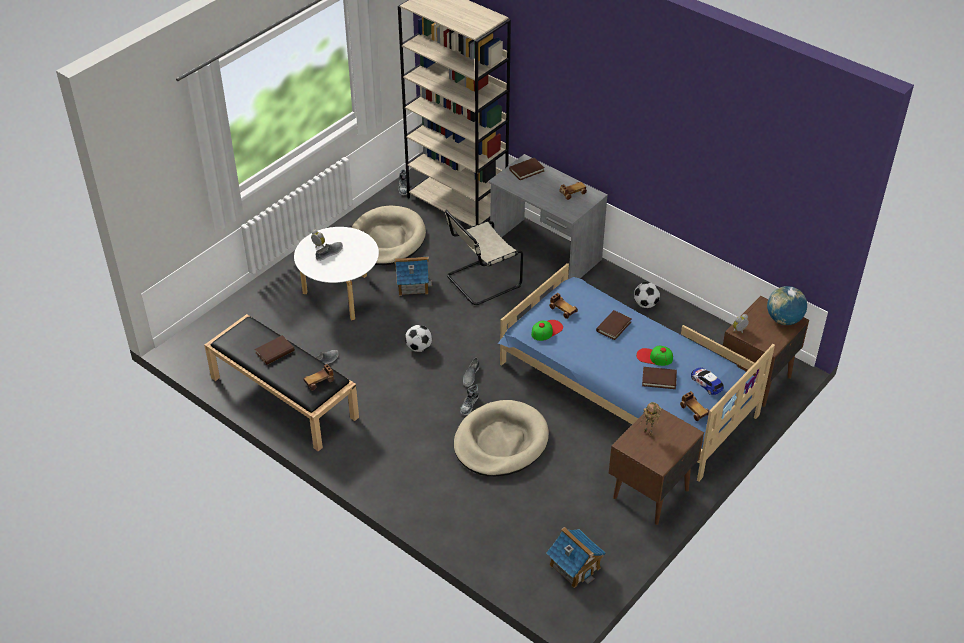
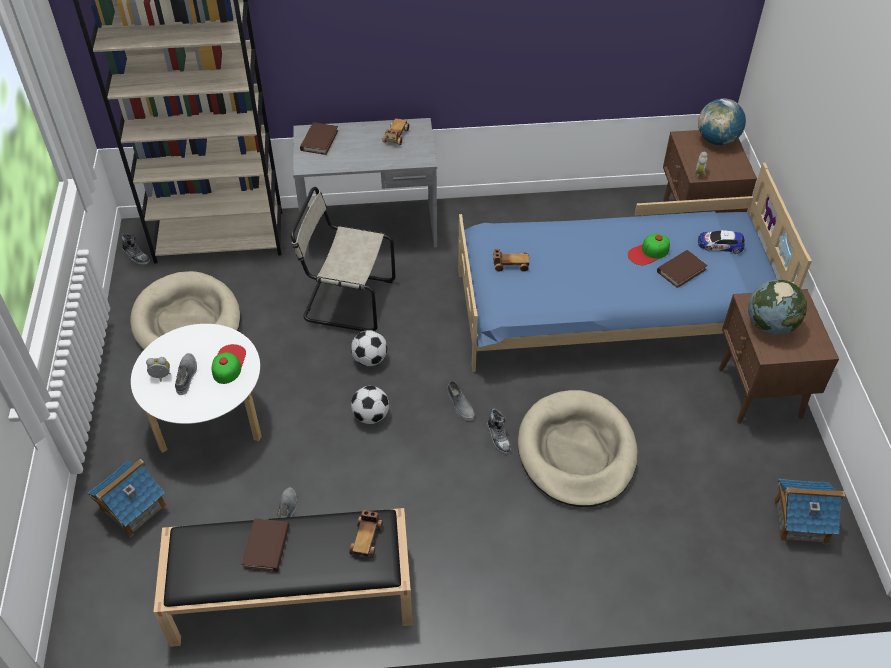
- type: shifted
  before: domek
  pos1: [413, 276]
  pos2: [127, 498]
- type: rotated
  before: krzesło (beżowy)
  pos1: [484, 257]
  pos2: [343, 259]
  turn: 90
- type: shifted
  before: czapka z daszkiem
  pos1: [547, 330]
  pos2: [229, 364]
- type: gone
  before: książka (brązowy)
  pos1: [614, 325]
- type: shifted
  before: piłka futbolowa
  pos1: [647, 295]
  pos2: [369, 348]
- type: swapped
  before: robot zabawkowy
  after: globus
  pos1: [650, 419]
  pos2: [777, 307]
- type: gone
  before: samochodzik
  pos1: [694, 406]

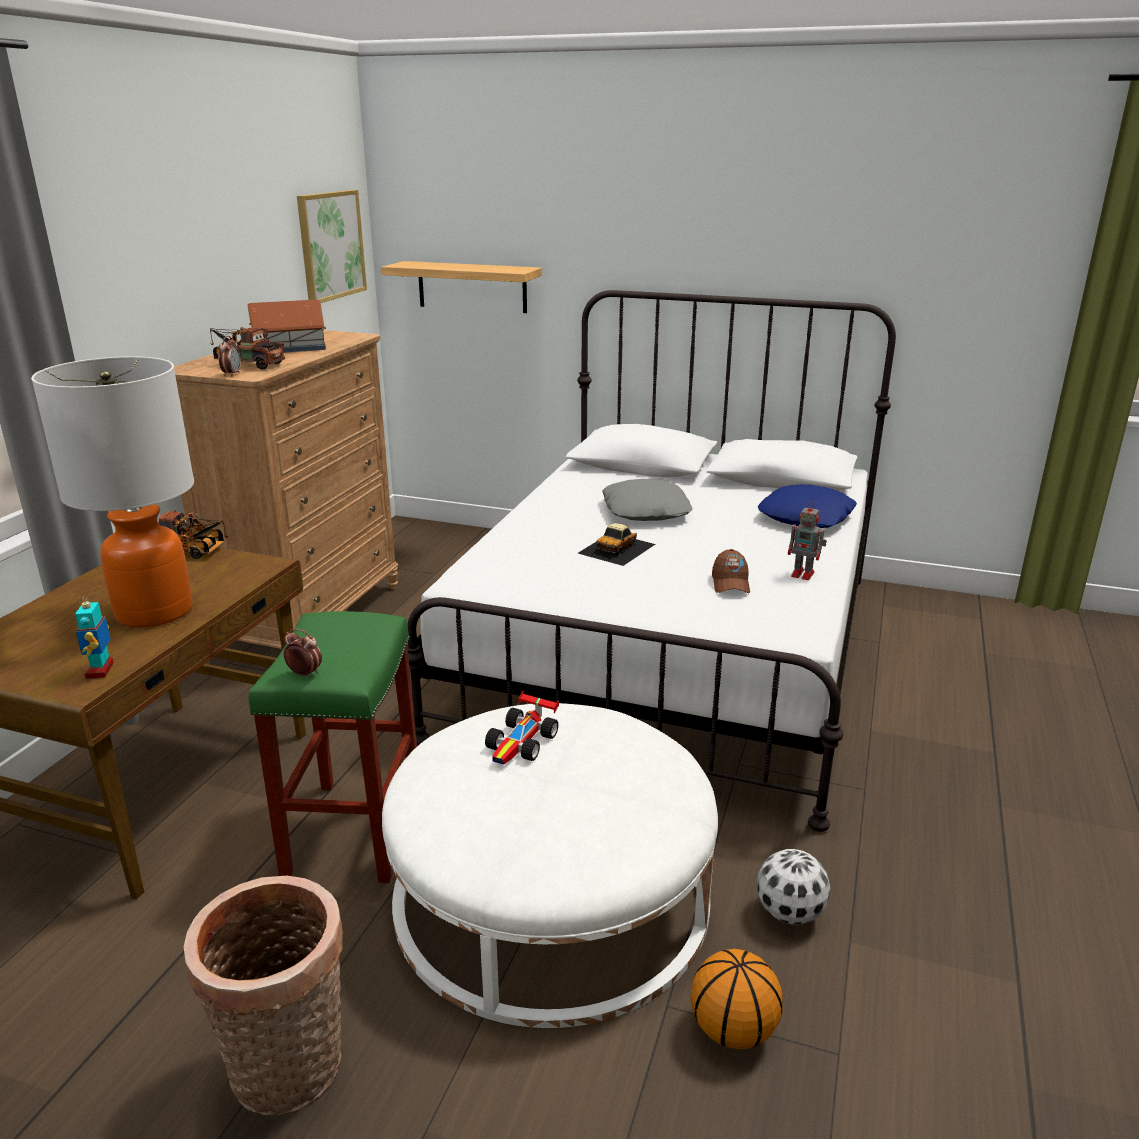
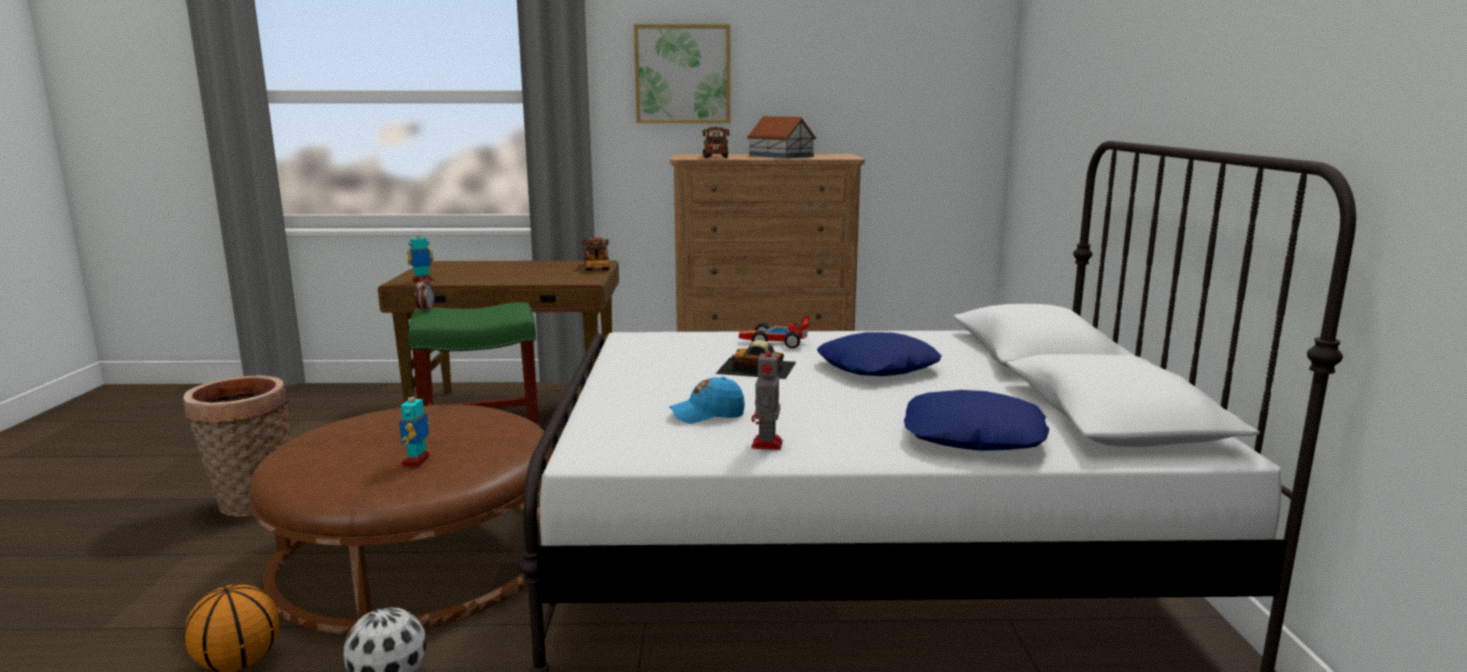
- type: gone
  before: lampa stołowa
  pos1: [112, 492]
- type: gone
  before: budzik
  pos1: [230, 356]
- type: shifted
  before: obraz
  pos1: [332, 246]
  pos2: [682, 73]
- type: gone
  before: półka
  pos1: [461, 287]
- type: repainted
  before: pufa (biały)
  after: pufa (brązowy)
  pos1: [550, 865]
  pos2: [401, 519]
- type: shifted
  before: samochodzik
  pos1: [522, 728]
  pos2: [774, 332]
- type: repainted
  before: poduszka (szary)
  after: poduszka (niebieski)
  pos1: [647, 500]
  pos2: [879, 354]
- type: repainted
  before: czapka z daszkiem (brązowy)
  after: czapka z daszkiem (niebieski)
  pos1: [731, 571]
  pos2: [707, 400]
- type: new
  after: robot zabawkowy
  pos2: [414, 428]

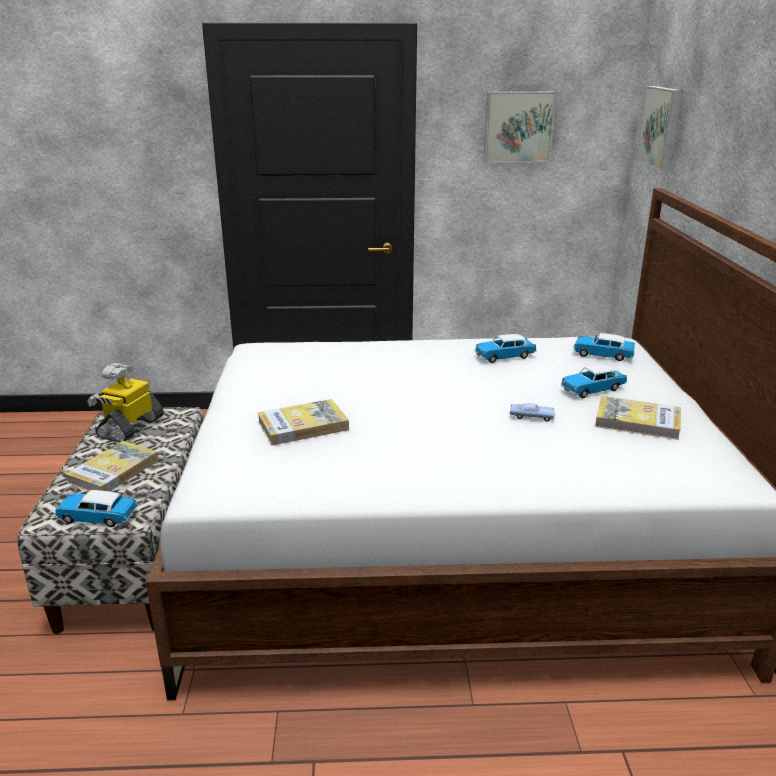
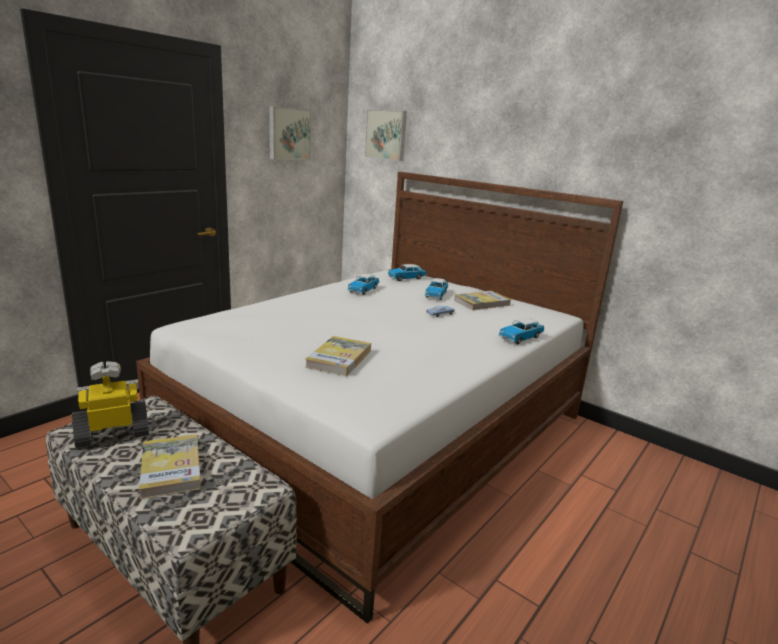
- type: shifted
  before: samochodzik
  pos1: [96, 508]
  pos2: [521, 331]
- type: rotated
  before: robot zabawkowy
  pos1: [125, 402]
  pos2: [110, 404]
  turn: 90

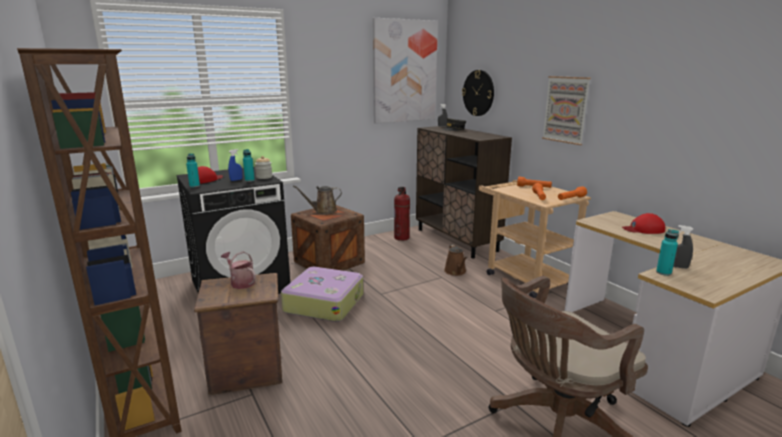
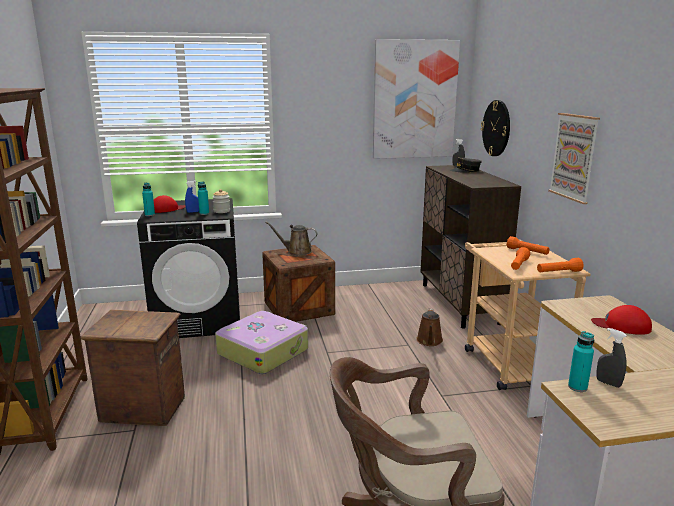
- type: gone
  before: konewka
  pos1: [238, 270]
- type: gone
  before: gaśnica
  pos1: [402, 214]

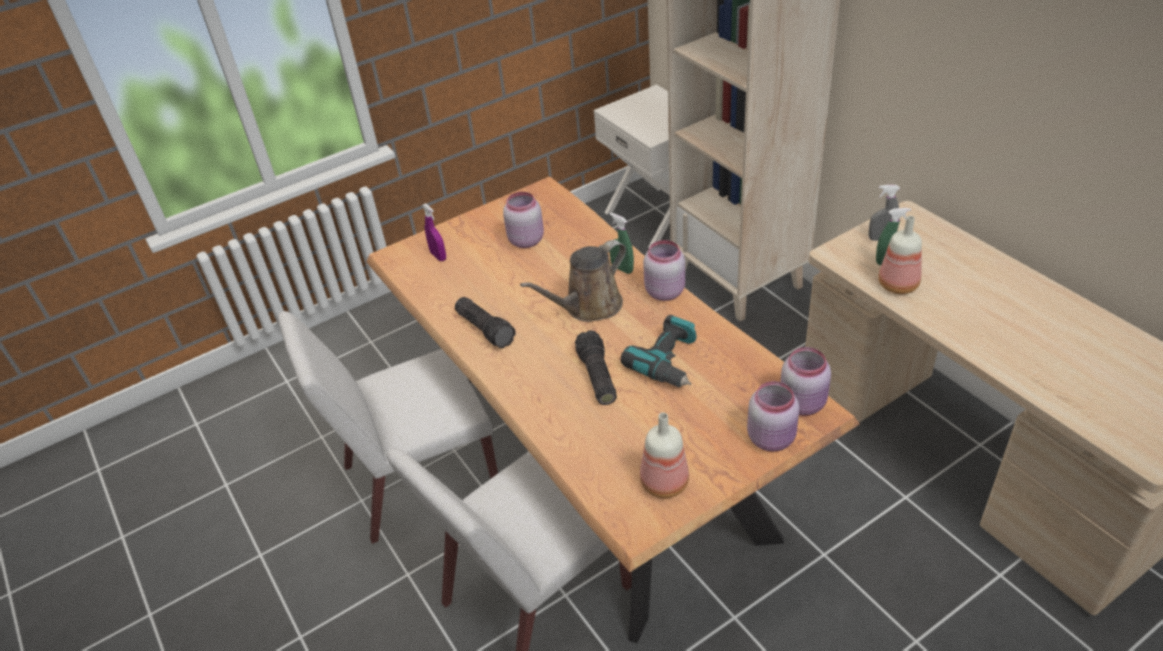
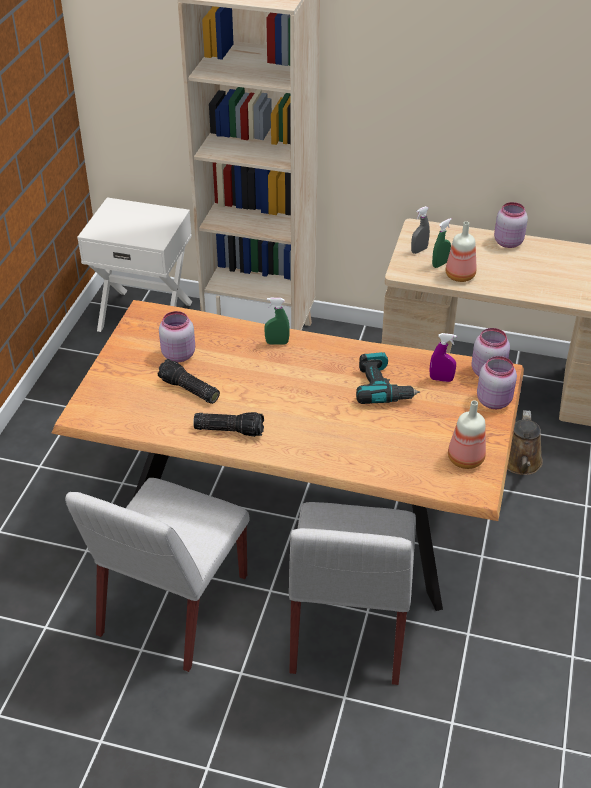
- type: shifted
  before: spryskiwacz (fioletowy)
  pos1: [434, 232]
  pos2: [443, 357]
- type: shifted
  before: konewka (brązowy)
  pos1: [573, 281]
  pos2: [525, 442]
- type: shifted
  before: latarka
  pos1: [596, 367]
  pos2: [189, 381]
- type: shifted
  before: słoik (różowy)
  pos1: [664, 270]
  pos2: [511, 225]

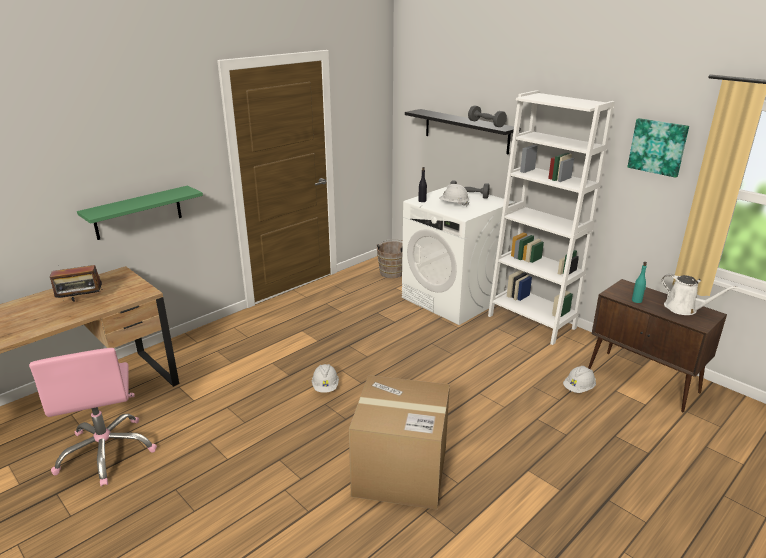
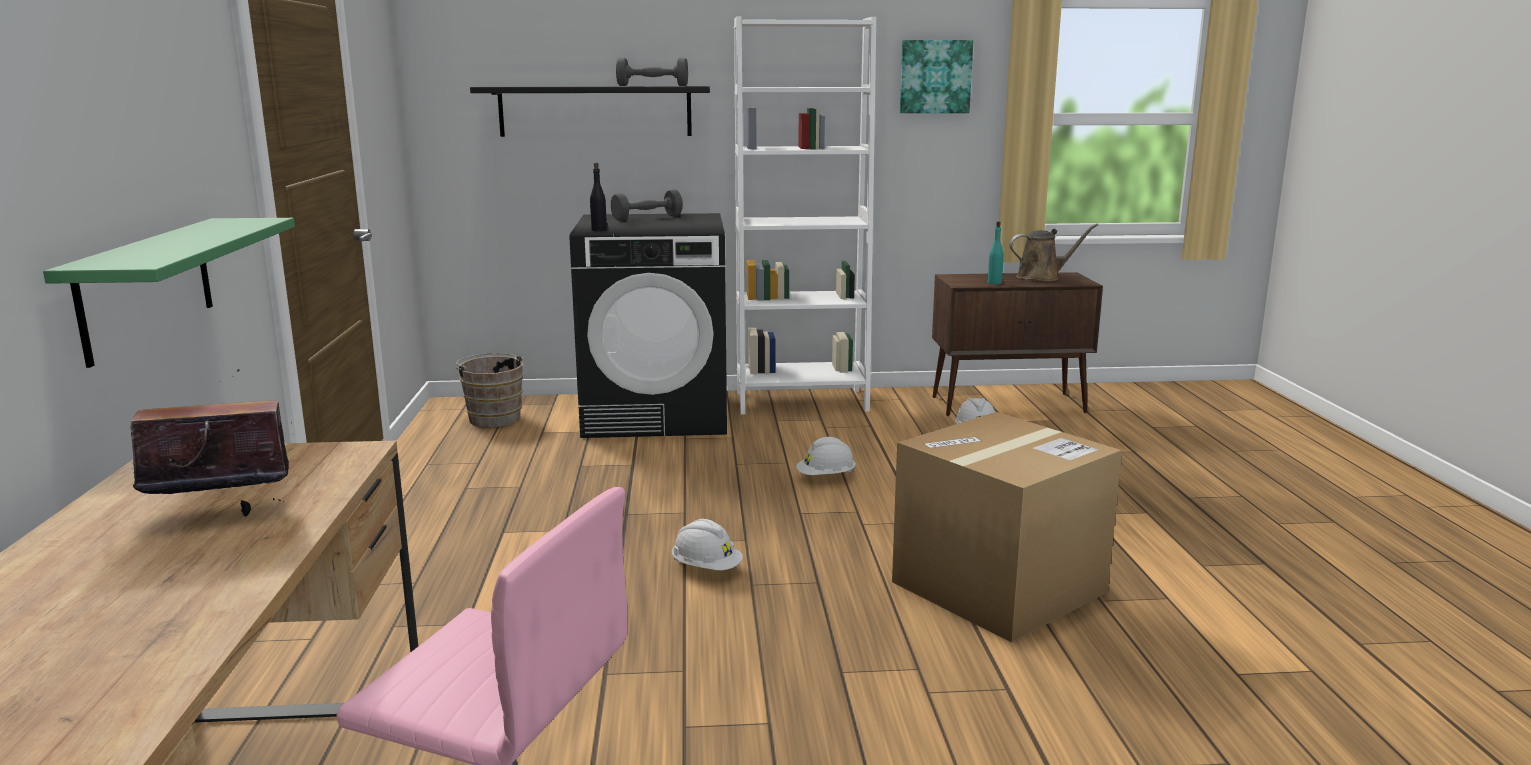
- type: rotated
  before: radio
  pos1: [76, 283]
  pos2: [210, 442]
  turn: -135
- type: repainted
  before: pralka (biały)
  after: pralka (czarny)
  pos1: [458, 256]
  pos2: [648, 325]
- type: shifted
  before: kask (biały)
  pos1: [454, 195]
  pos2: [826, 456]
- type: repainted
  before: konewka (biały)
  after: konewka (brązowy)
  pos1: [699, 294]
  pos2: [1053, 252]

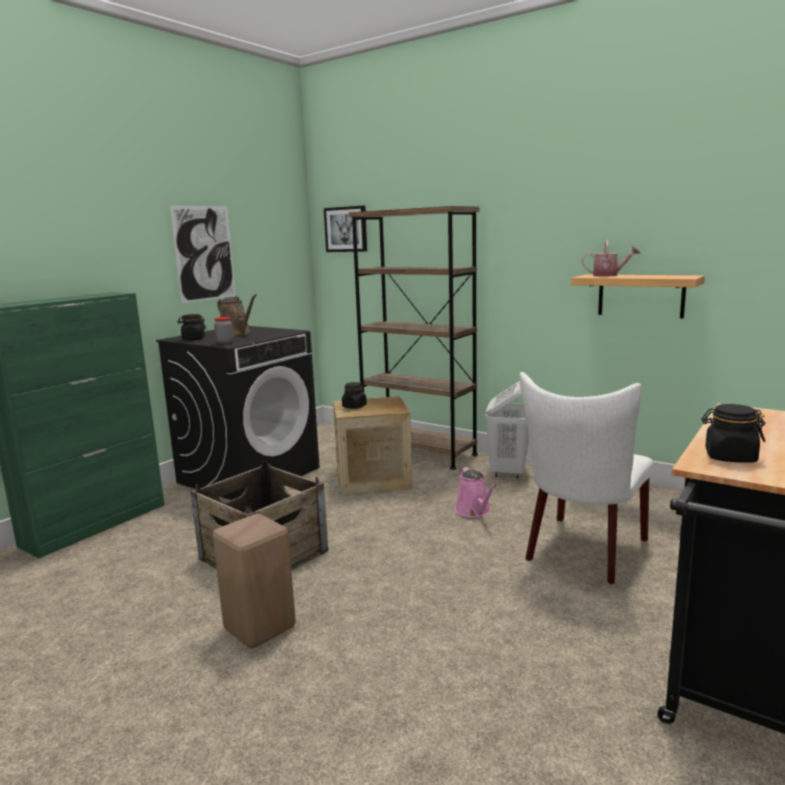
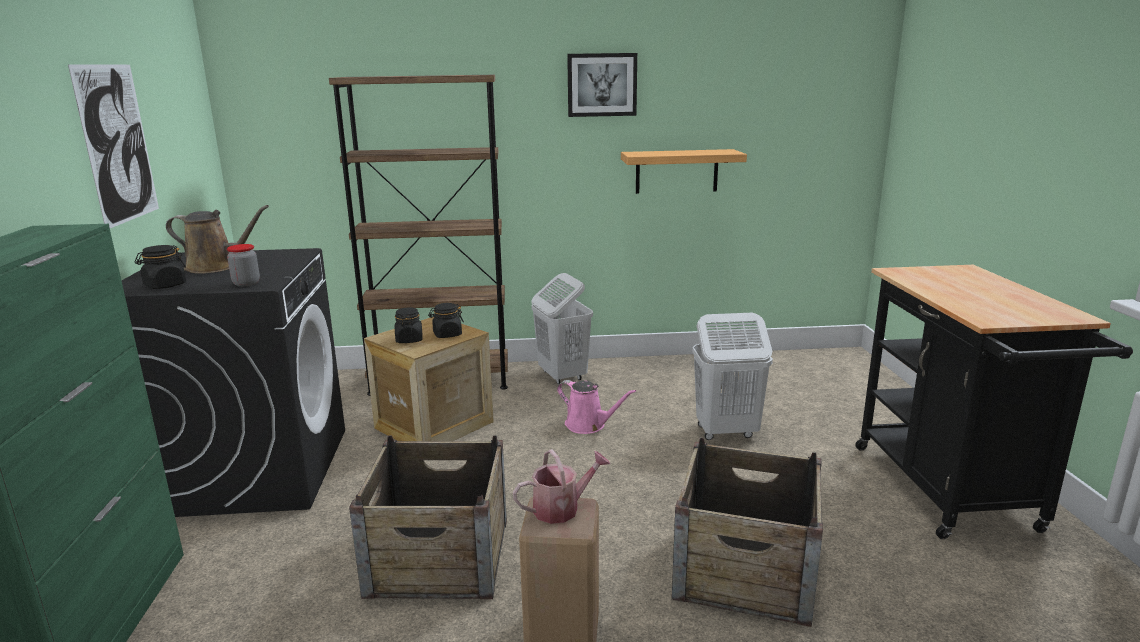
- type: shifted
  before: obraz
  pos1: [345, 229]
  pos2: [602, 85]
- type: swapped
  before: krzesło (biały)
  after: kosz na pranie (biały)
  pos1: [586, 478]
  pos2: [732, 376]
- type: shifted
  before: konewka
  pos1: [611, 258]
  pos2: [561, 486]
- type: shifted
  before: słoik (czarny)
  pos1: [733, 433]
  pos2: [446, 320]
- type: new
  after: skrzynka
  pos2: [747, 532]

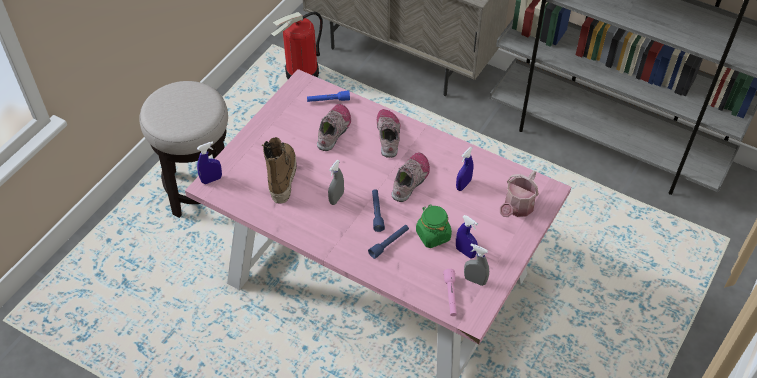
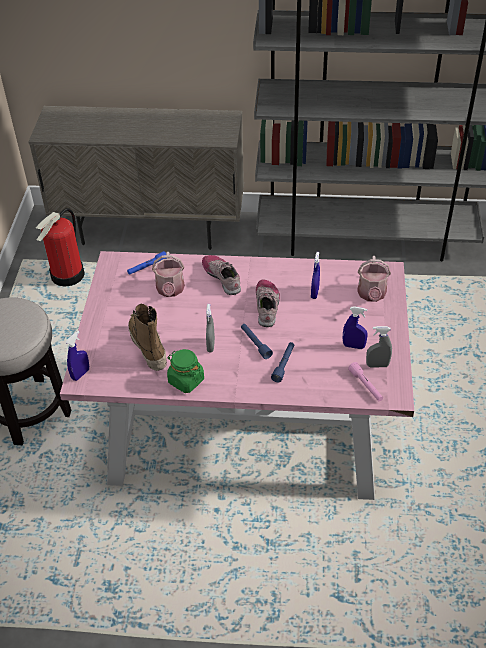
- type: swapped
  before: but
  after: konewka
  pos1: [334, 127]
  pos2: [168, 274]
- type: shifted
  before: słoik (zielony)
  pos1: [434, 226]
  pos2: [185, 371]

